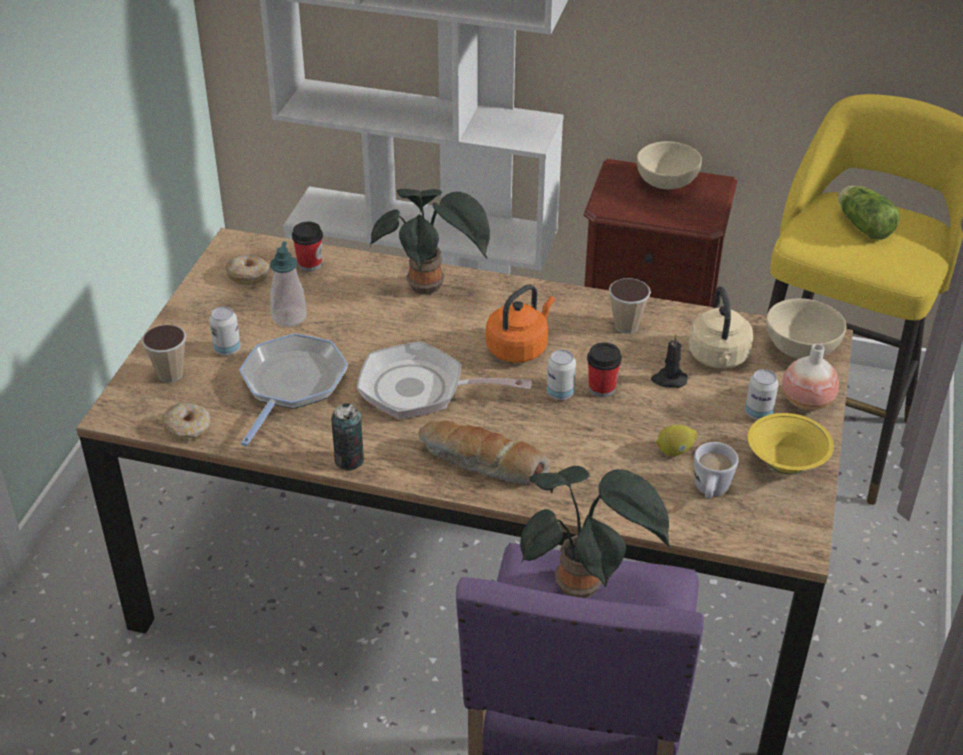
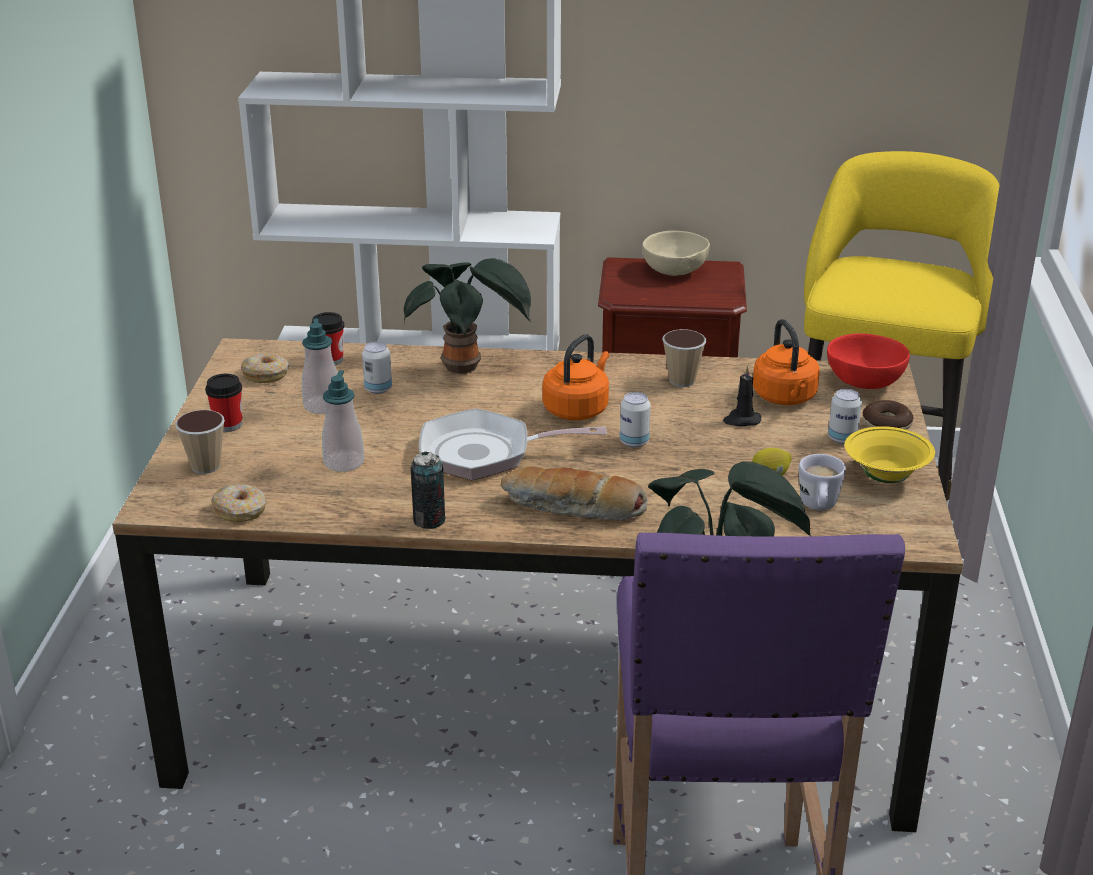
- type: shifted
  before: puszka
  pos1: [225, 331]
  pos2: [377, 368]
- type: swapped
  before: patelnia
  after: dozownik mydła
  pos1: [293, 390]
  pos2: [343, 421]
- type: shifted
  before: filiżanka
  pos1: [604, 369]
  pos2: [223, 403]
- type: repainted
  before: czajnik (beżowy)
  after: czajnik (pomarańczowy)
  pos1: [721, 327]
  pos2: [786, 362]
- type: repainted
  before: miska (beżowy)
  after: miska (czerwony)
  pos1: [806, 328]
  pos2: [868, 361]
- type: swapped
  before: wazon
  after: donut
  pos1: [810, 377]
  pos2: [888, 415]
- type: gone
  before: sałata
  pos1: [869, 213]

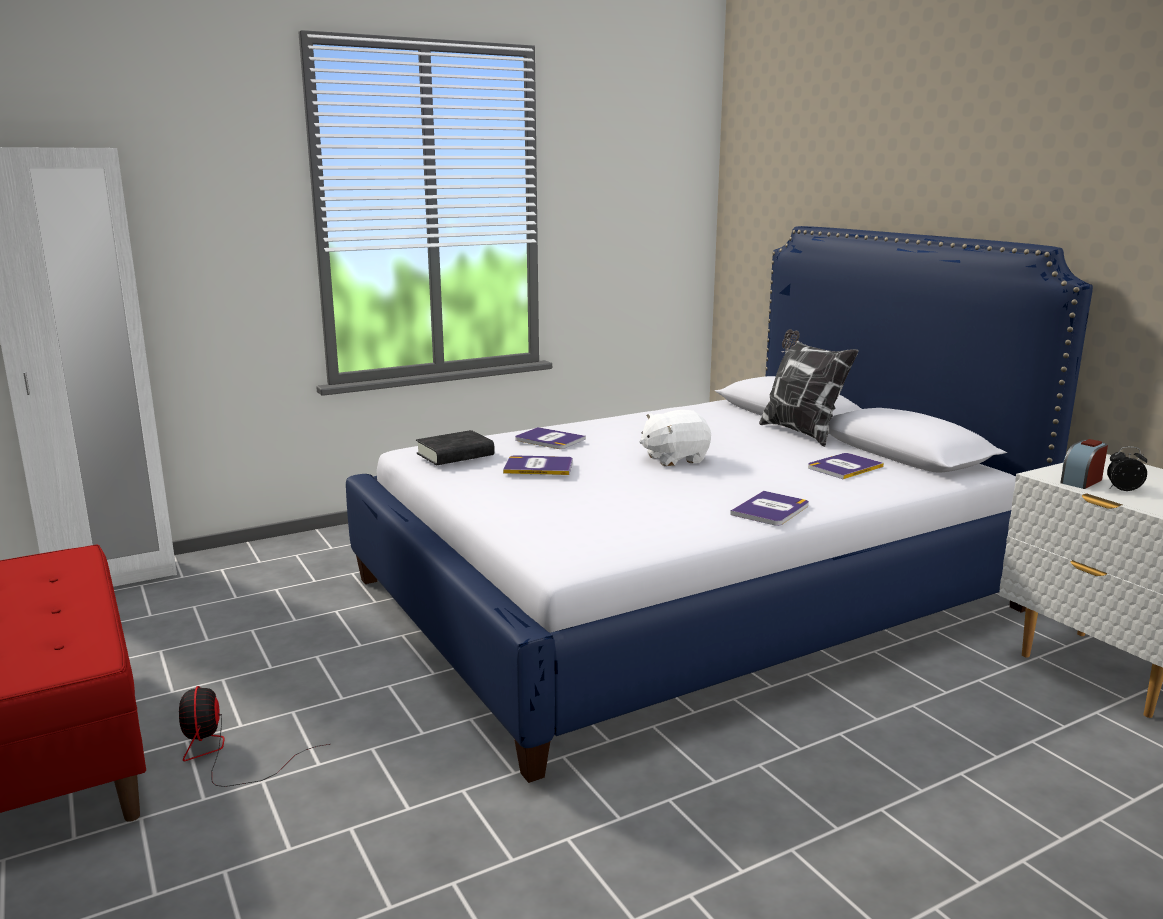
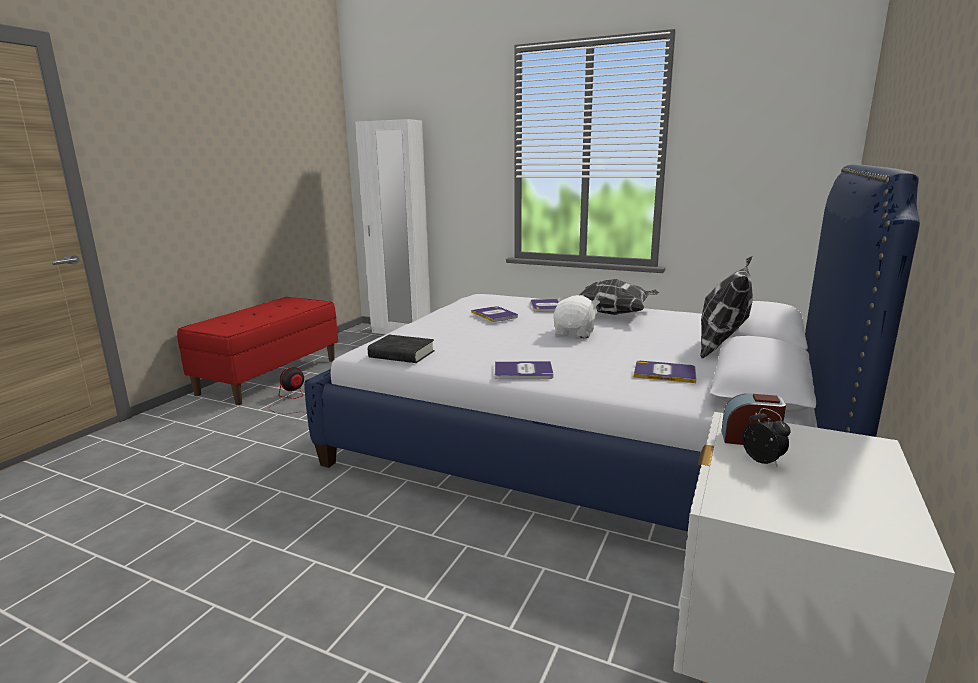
- type: shifted
  before: książka (czarny)
  pos1: [455, 447]
  pos2: [401, 349]
- type: rotated
  before: pluszak (biały)
  pos1: [675, 438]
  pos2: [576, 316]
  turn: 75
- type: new
  after: poduszka
  pos2: [619, 297]

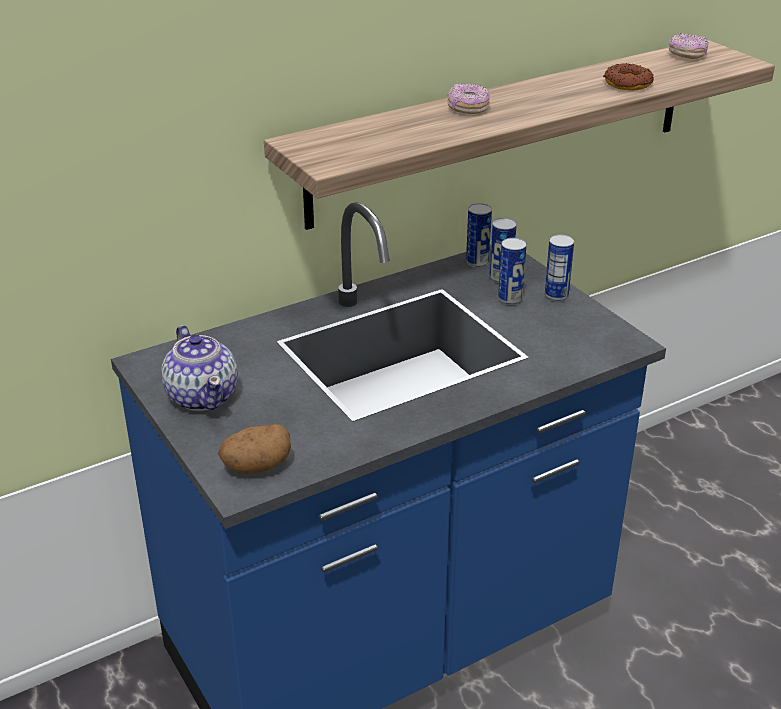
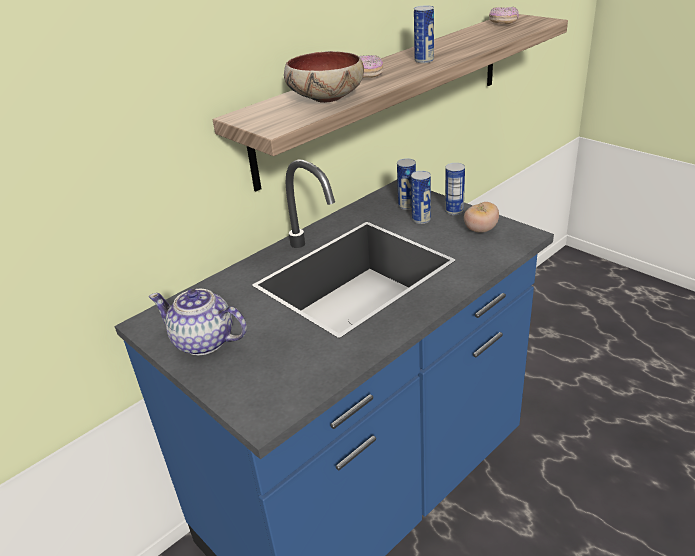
- type: rotated
  before: imbryk
  pos1: [199, 368]
  pos2: [198, 322]
  turn: 150
- type: gone
  before: ziemniak
  pos1: [254, 449]
- type: shifted
  before: puszka
  pos1: [479, 235]
  pos2: [424, 34]
- type: gone
  before: donut
  pos1: [628, 76]
- type: new
  after: miska
  pos2: [324, 77]
- type: new
  after: pomidor
  pos2: [481, 217]

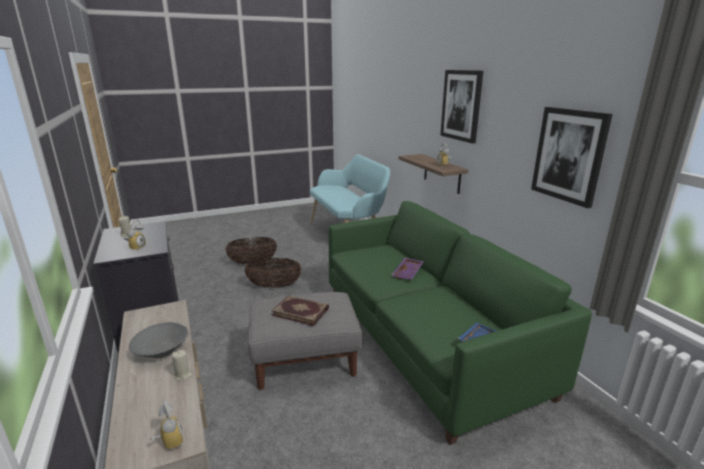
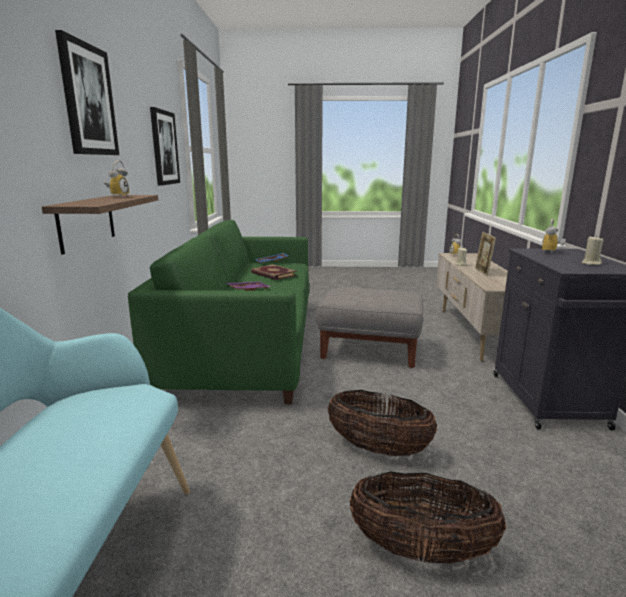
- type: swapped
  before: miska (szary)
  after: ramka na zdjęcie
  pos1: [158, 340]
  pos2: [485, 254]
- type: shifted
  before: książka
  pos1: [300, 310]
  pos2: [274, 272]

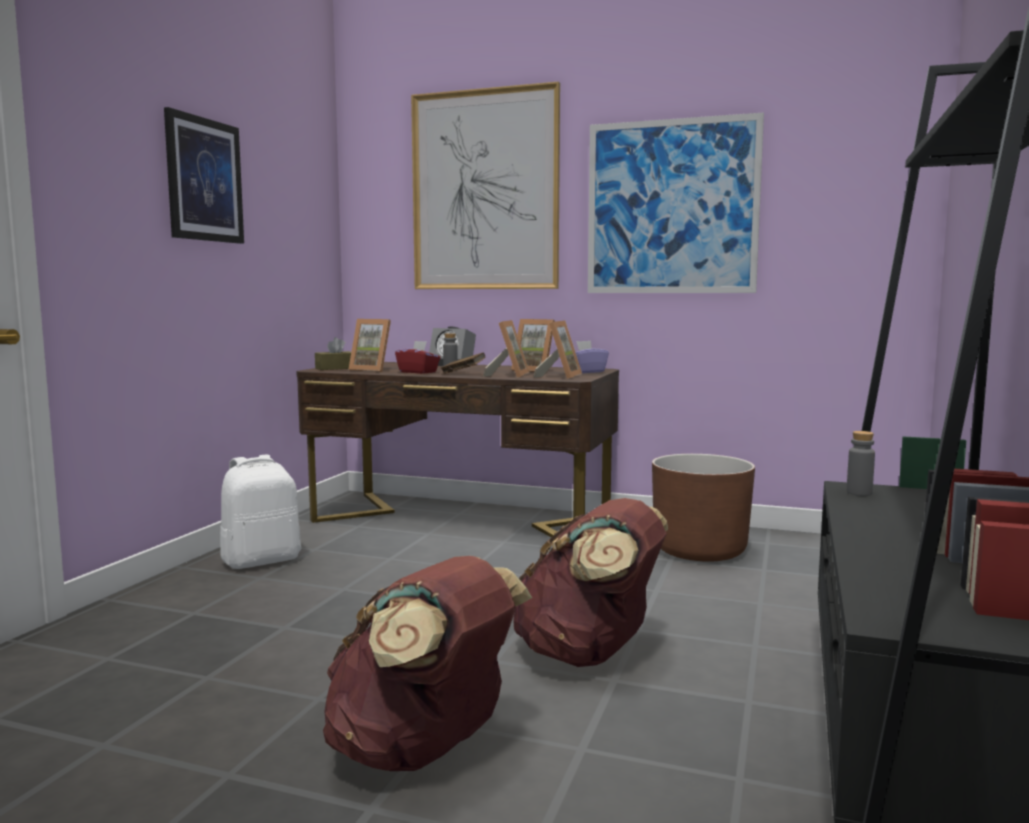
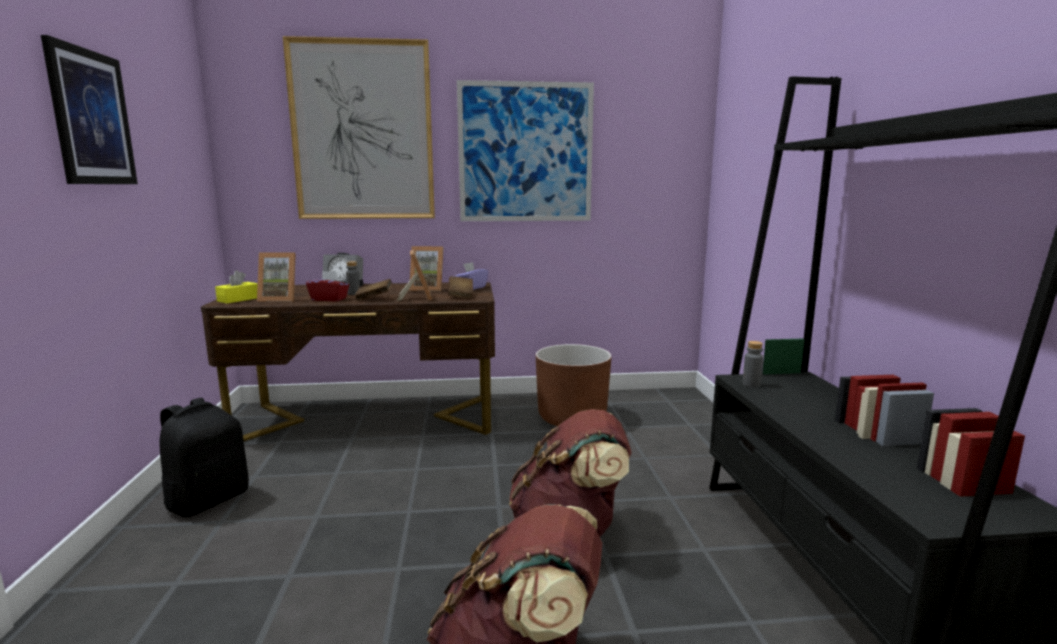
- type: repainted
  before: plecak (biały)
  after: plecak (czarny)
  pos1: [260, 511]
  pos2: [204, 457]
- type: repainted
  before: pudełko chusteczek (brązowy)
  after: pudełko chusteczek (żółty)
  pos1: [333, 353]
  pos2: [236, 287]
- type: swapped
  before: ramka na zdjęcie
  after: książka (brązowy)
  pos1: [558, 350]
  pos2: [460, 287]

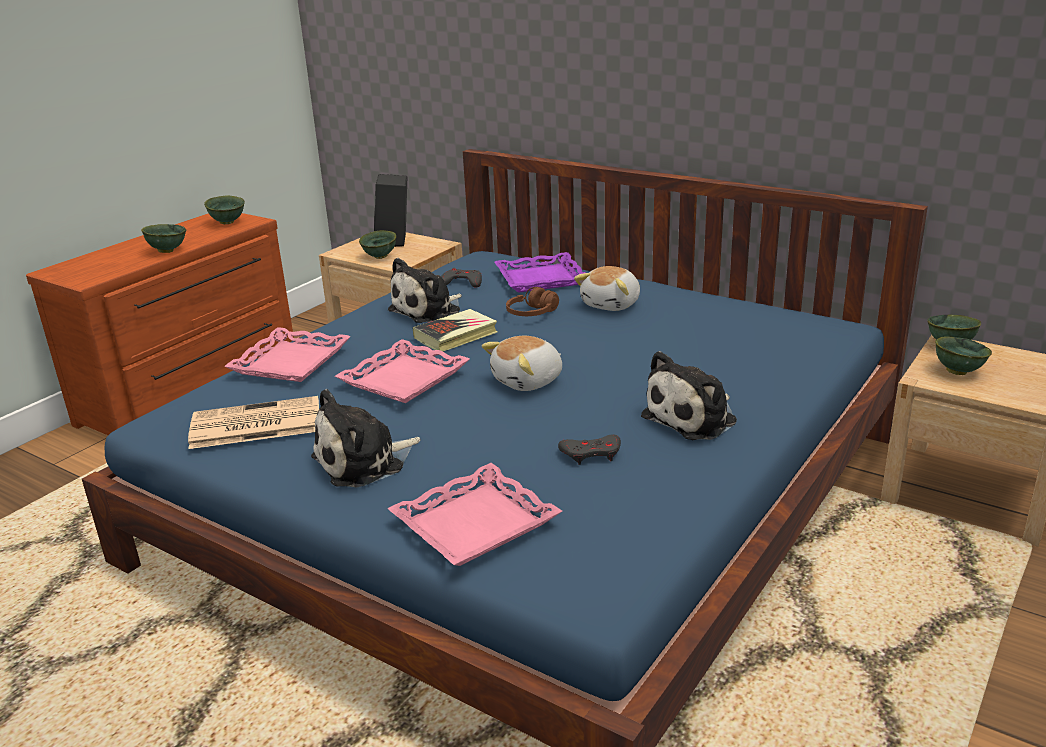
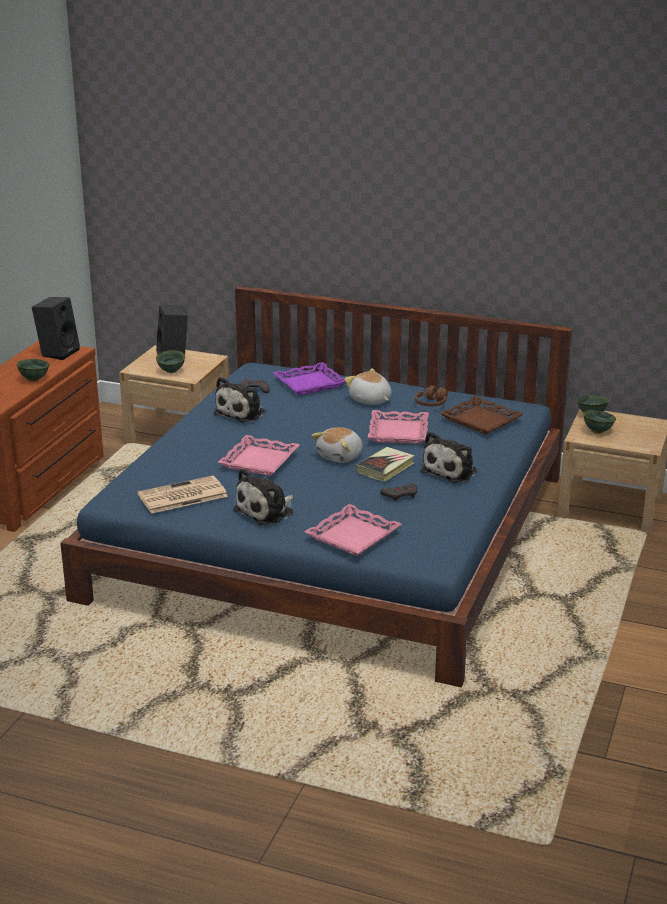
- type: swapped
  before: miska (zielony)
  after: głośnik (czarny)
  pos1: [224, 209]
  pos2: [56, 328]
- type: shifted
  before: taca (różowy)
  pos1: [287, 354]
  pos2: [398, 427]
- type: shifted
  before: książka
  pos1: [455, 330]
  pos2: [385, 464]
- type: shifted
  before: słuchawki (brązowy)
  pos1: [532, 301]
  pos2: [431, 396]
- type: rotated
  before: pluszak
  pos1: [607, 288]
  pos2: [367, 386]
  turn: 120
- type: new
  after: taca (brązowy)
  pos2: [481, 415]

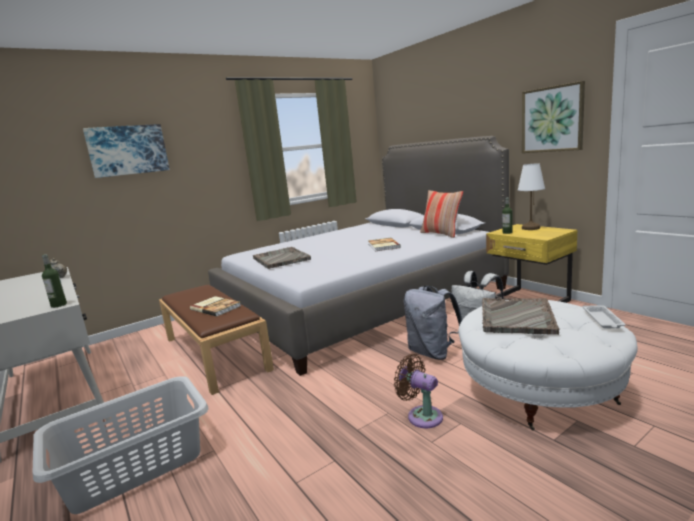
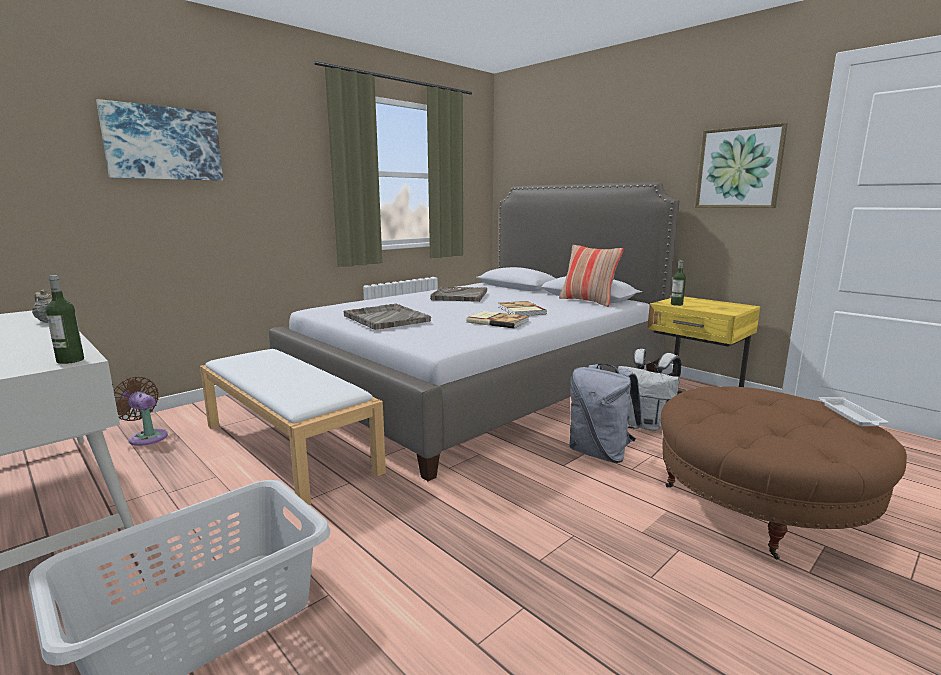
- type: repainted
  before: ławka (brązowy)
  after: ławka (biały)
  pos1: [216, 340]
  pos2: [293, 427]
- type: shifted
  before: książka
  pos1: [215, 306]
  pos2: [498, 320]
- type: shifted
  before: wentylator (brązowy)
  pos1: [418, 391]
  pos2: [141, 411]
- type: repainted
  before: pufa (biały)
  after: pufa (brązowy)
  pos1: [548, 365]
  pos2: [784, 472]
- type: shifted
  before: taca (szary)
  pos1: [520, 316]
  pos2: [458, 294]
- type: gone
  before: lampa stołowa (biały)
  pos1: [531, 196]

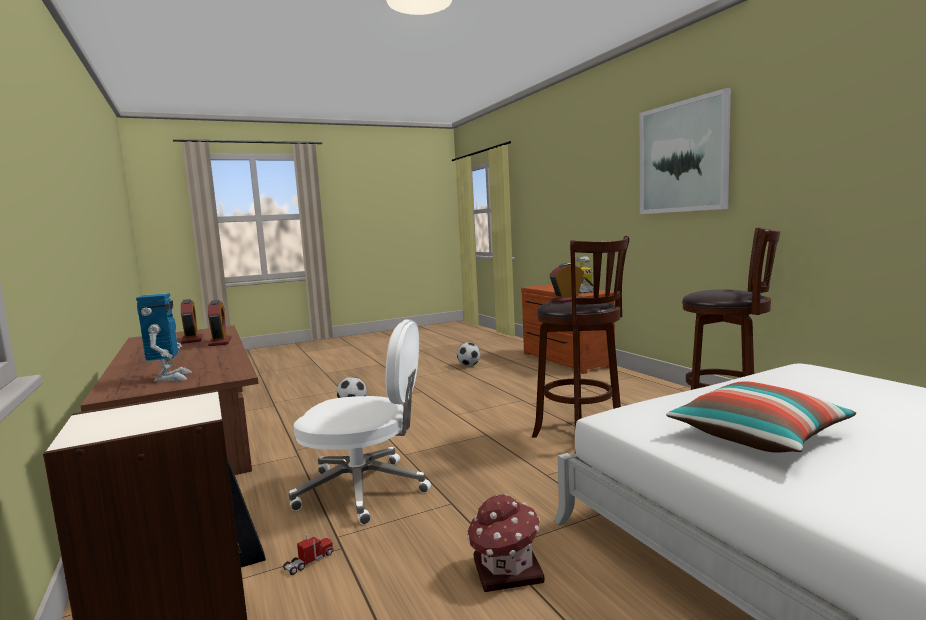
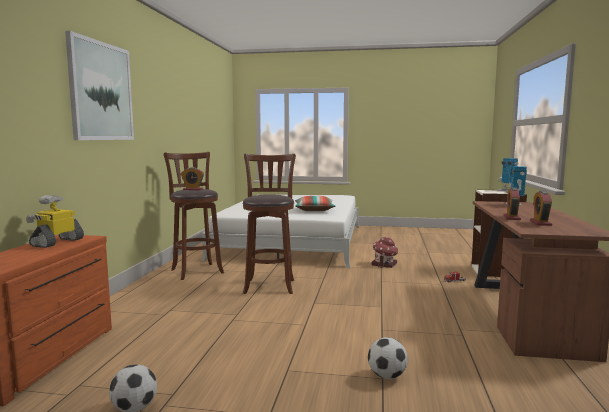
- type: gone
  before: krzesło biurowe (biały)
  pos1: [360, 422]
- type: shifted
  before: budzik
  pos1: [567, 283]
  pos2: [192, 178]
- type: new
  after: robot zabawkowy
  pos2: [508, 175]

